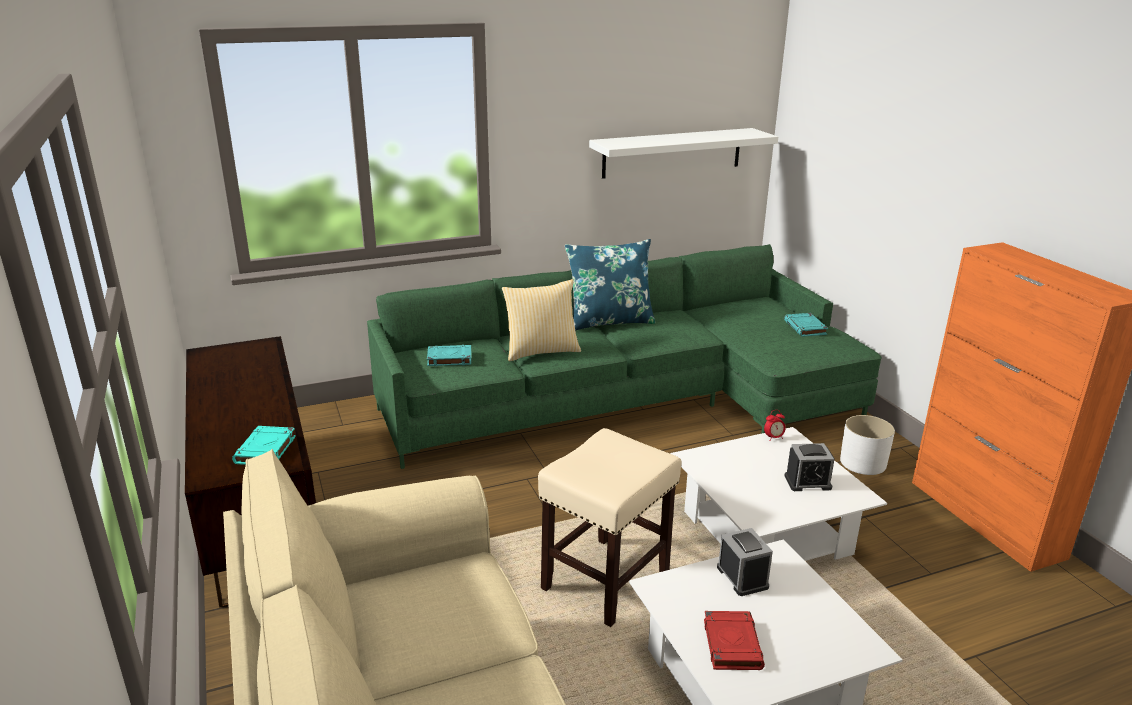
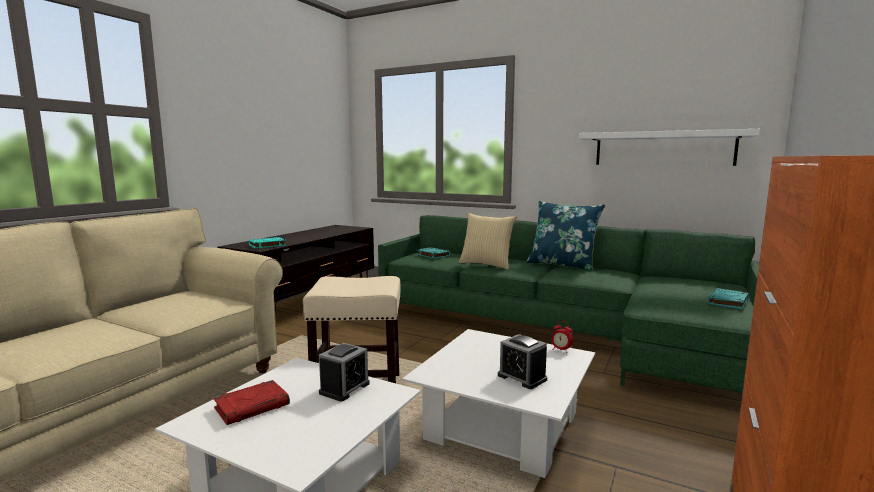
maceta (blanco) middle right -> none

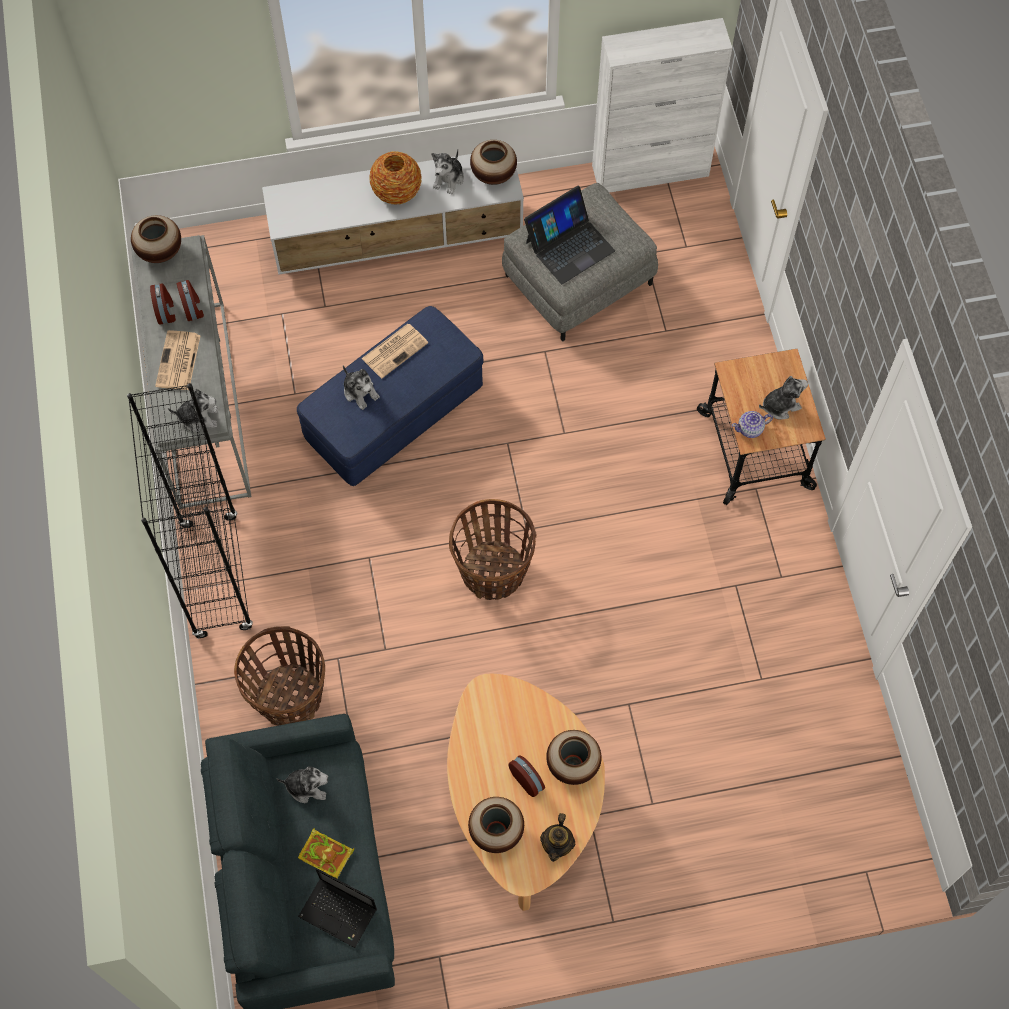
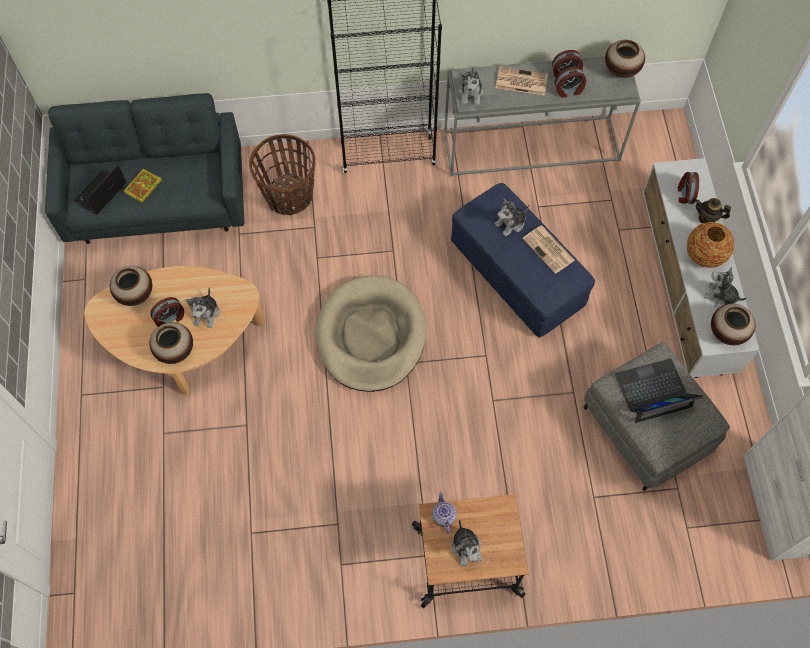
peluche (2nd from left in the first image) bottom left -> peluche (1st from left) middle left, moved
cesta (2nd from left) centre -> cama para perro (beis) centre
portátil (2nd from left) top centre -> portátil (2nd from left) middle right, 105 degrees clockwise
none -> despertador (4th from left) top right
tetera (1st from left in the first image) bottom centre -> tetera (2nd from left) top right, moved

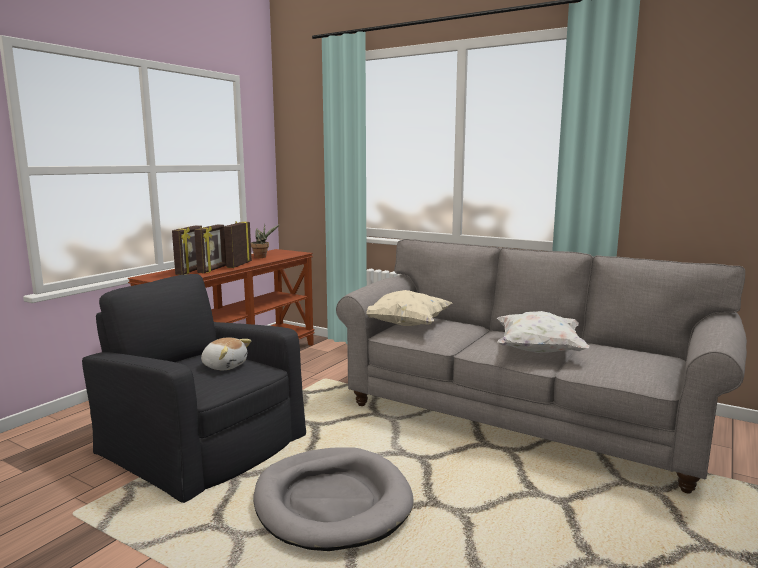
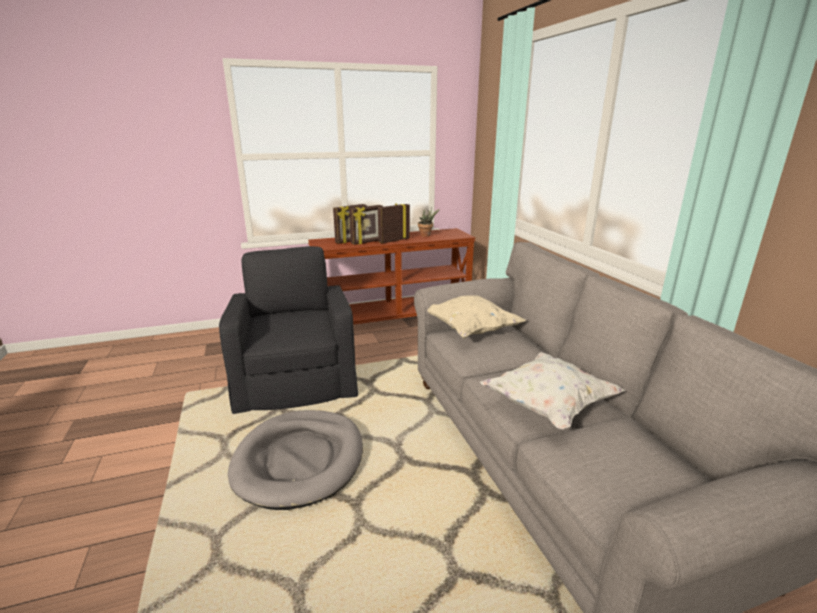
peluche middle left -> none

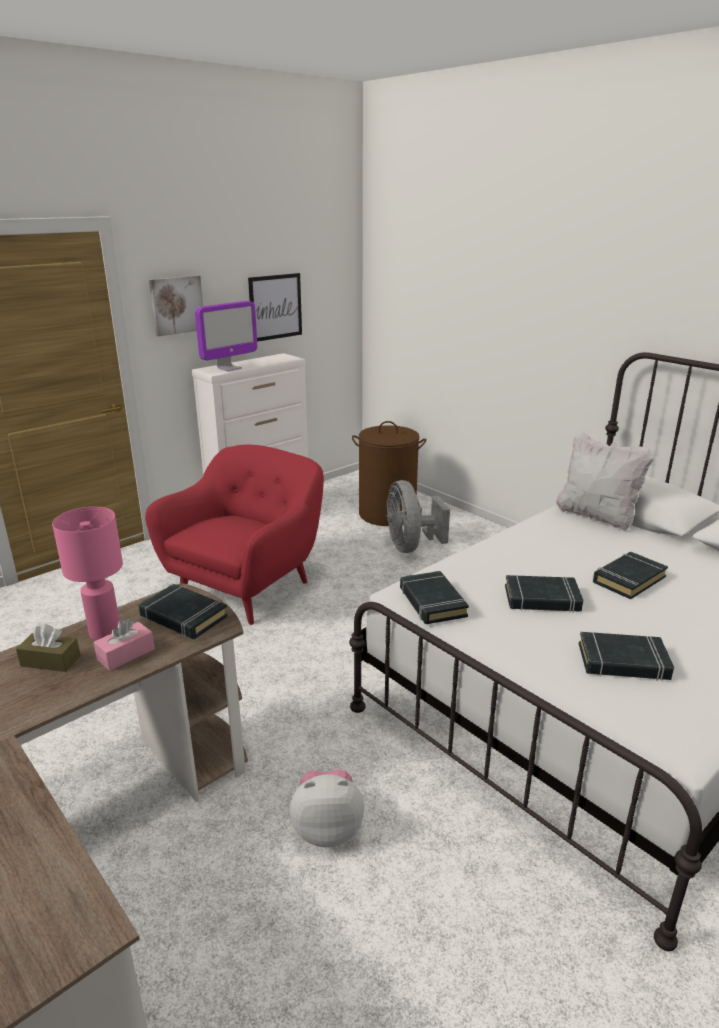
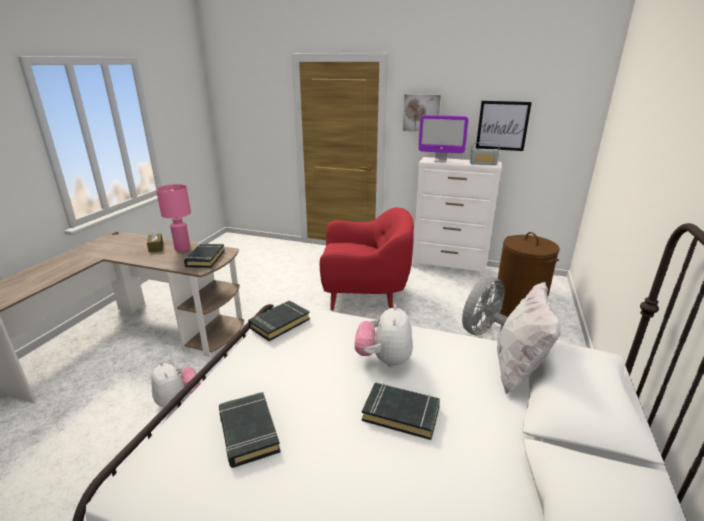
none -> peluche (2nd from left) centre
none -> radio top right
caja de pañuelos (rosa) middle left -> none
libro (negro) (3rd from left) middle right -> none

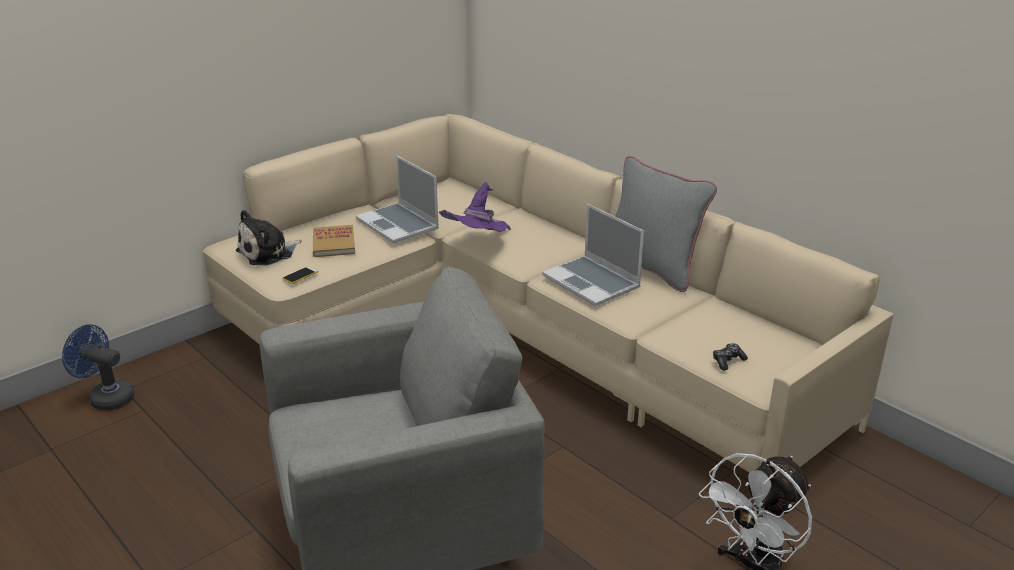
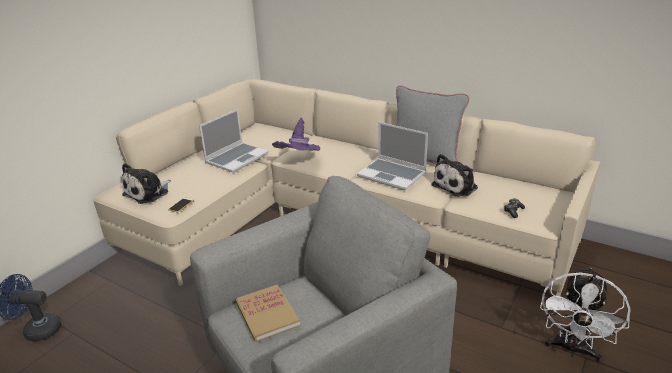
portátil (1st from left) centre, 90 degrees counterclockwise
libro middle left -> libro bottom centre, moved
none -> peluche (2nd from left) middle right

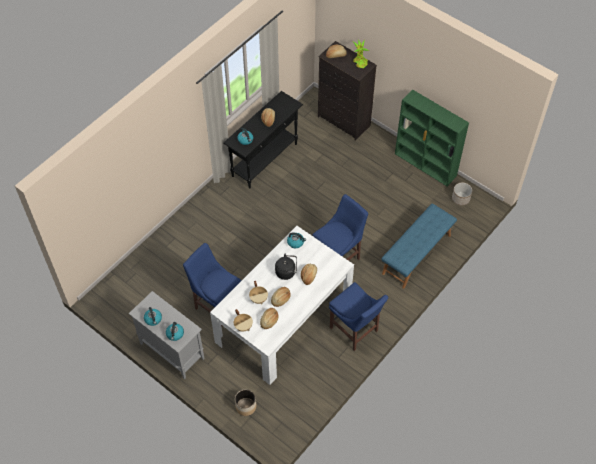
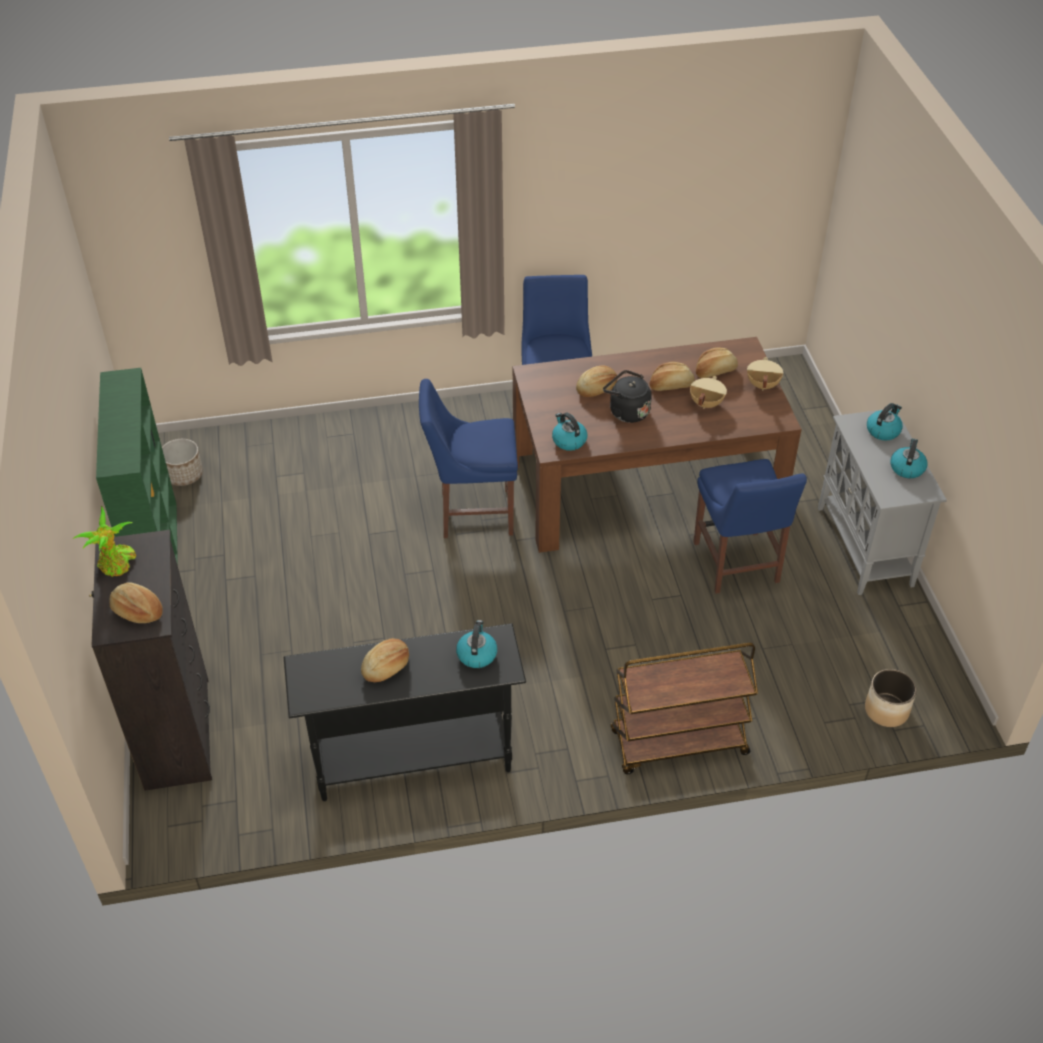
mesa de comedor (blanco) centre -> mesa de comedor (marrón) centre
none -> carrito (marrón) bottom centre
maceta (1st from left in the first image) bottom centre -> maceta (2nd from left) bottom right, moved
banco (azul) middle right -> none

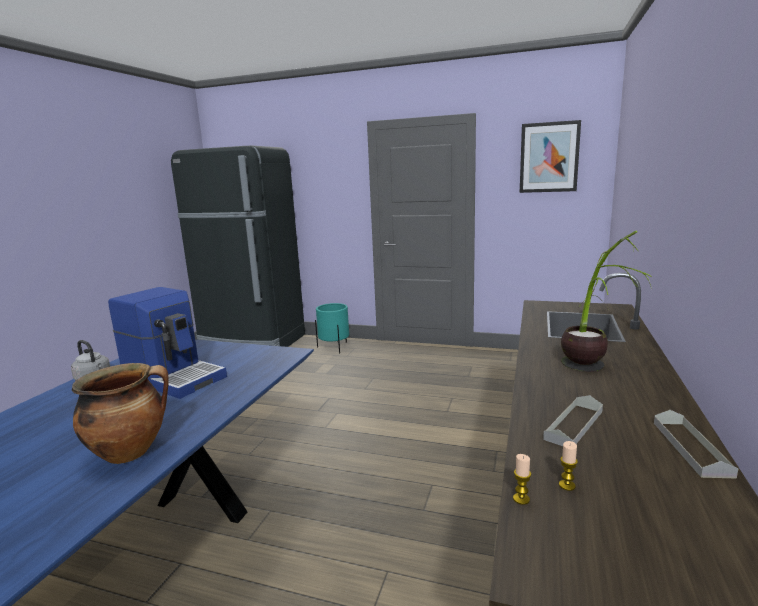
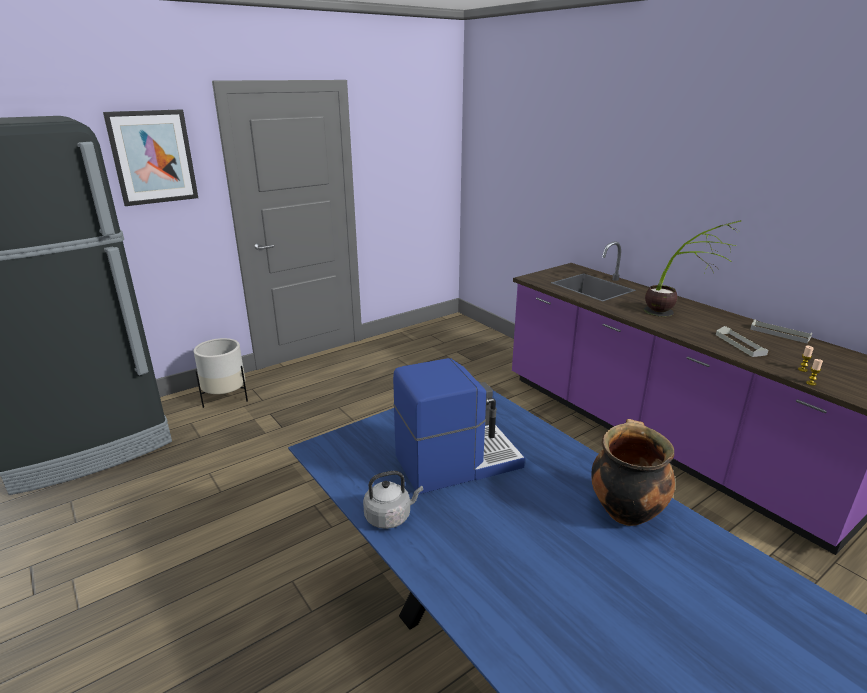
cuadro top right -> cuadro top left, moved
maceta (turquesa) centre -> maceta (blanco) middle left

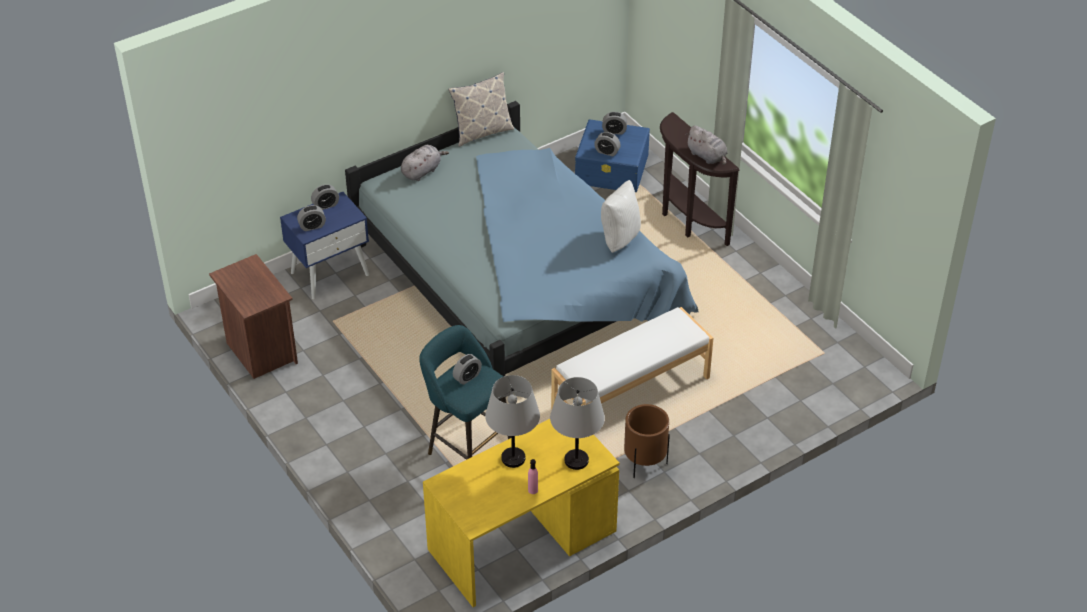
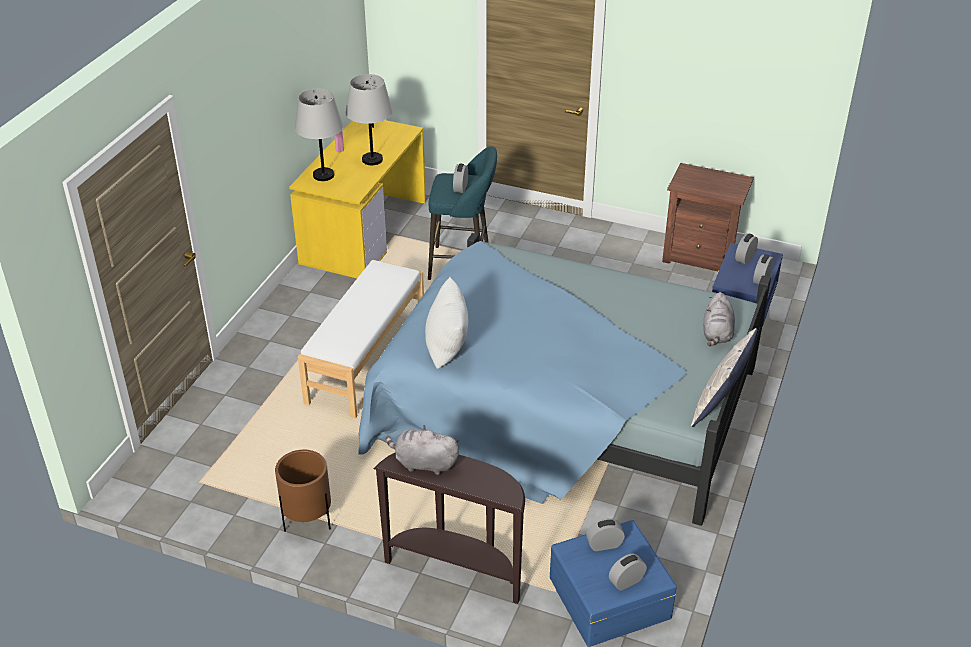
maceta (marrón) bottom centre -> maceta (marrón) bottom left, moved

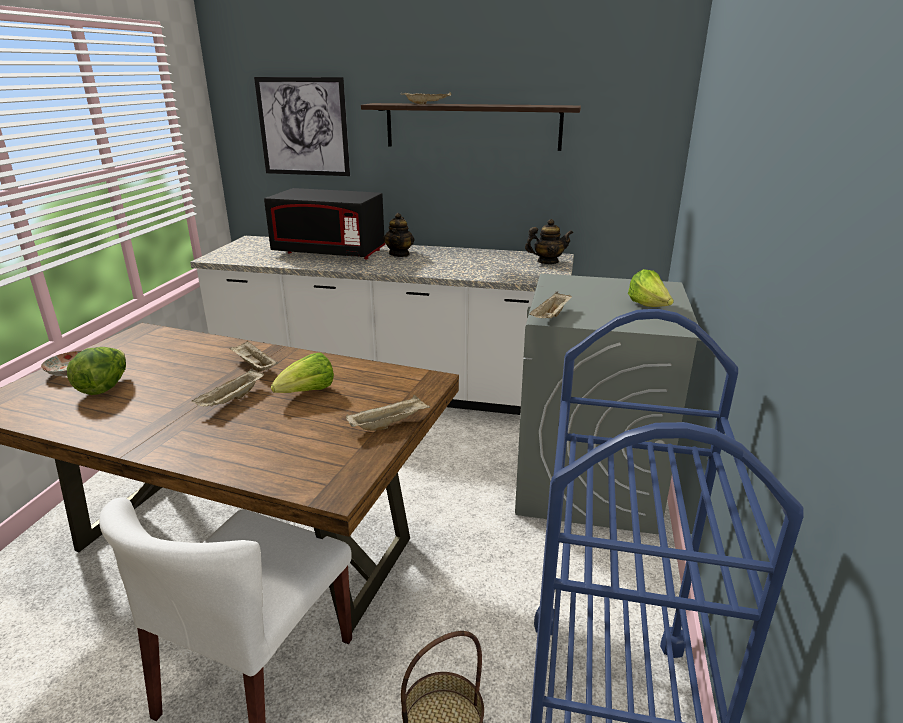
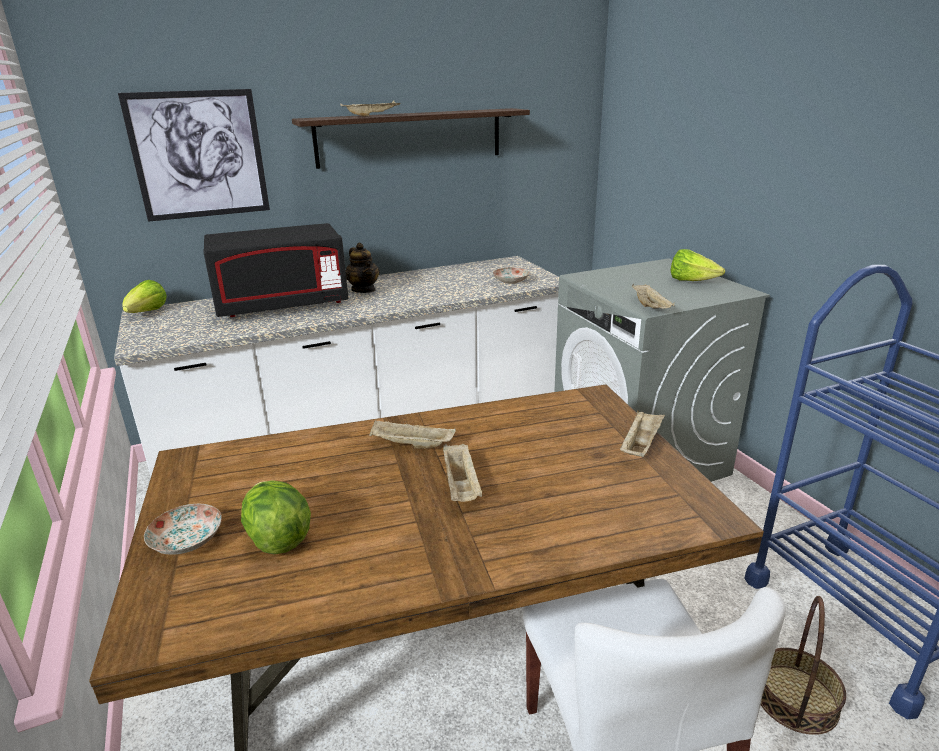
lechuga (2nd from left in the first image) centre -> lechuga (1st from left) middle left, moved
none -> plato (2nd from left) centre
tetera (2nd from left) centre -> none

